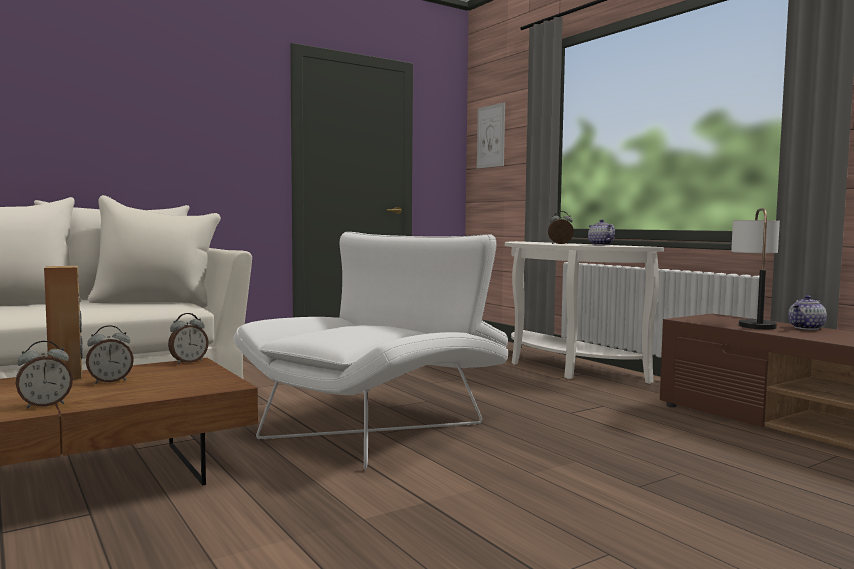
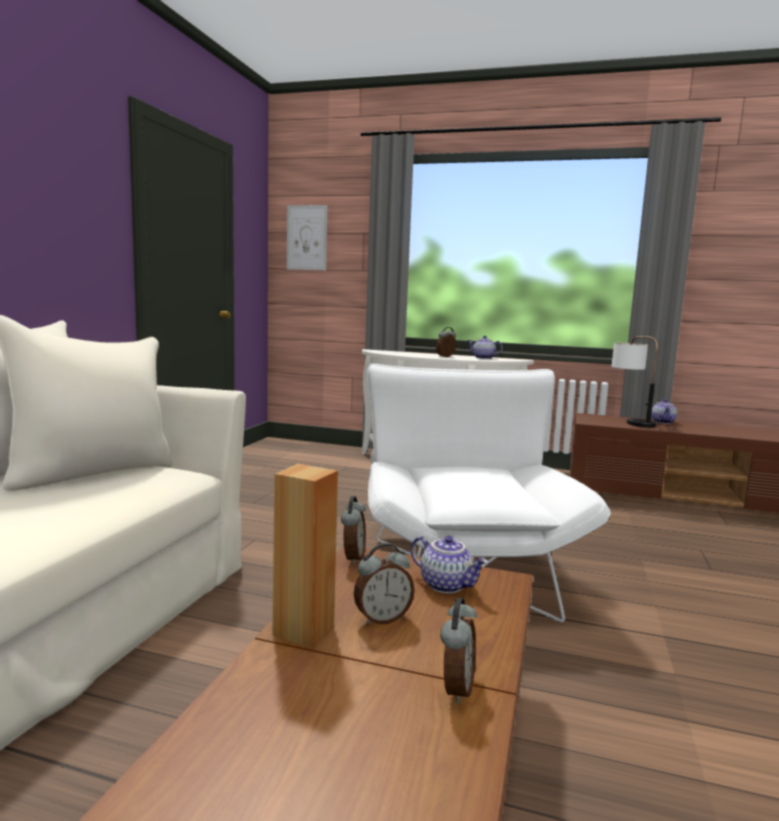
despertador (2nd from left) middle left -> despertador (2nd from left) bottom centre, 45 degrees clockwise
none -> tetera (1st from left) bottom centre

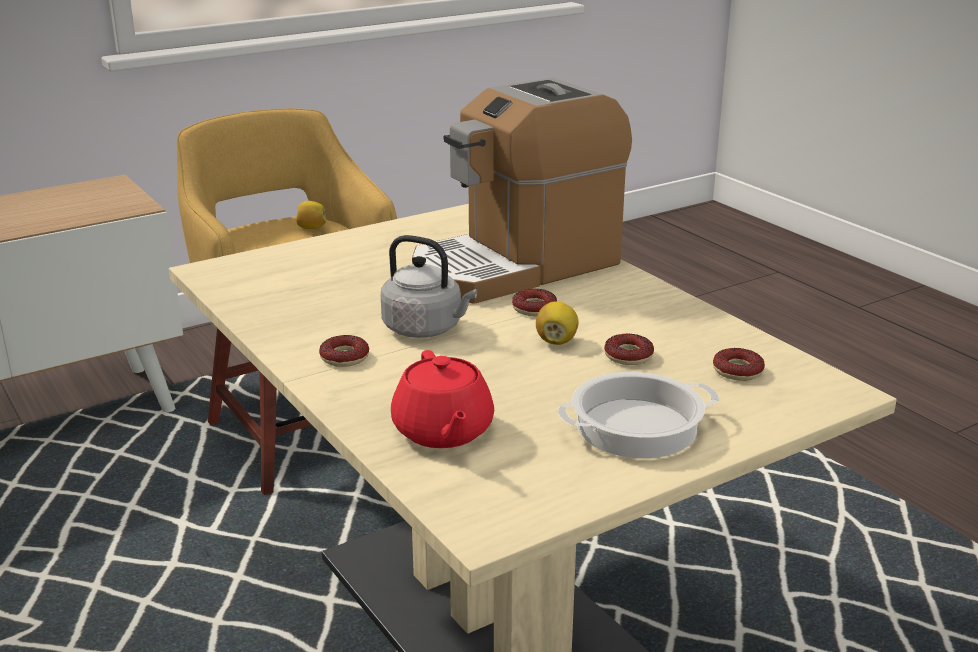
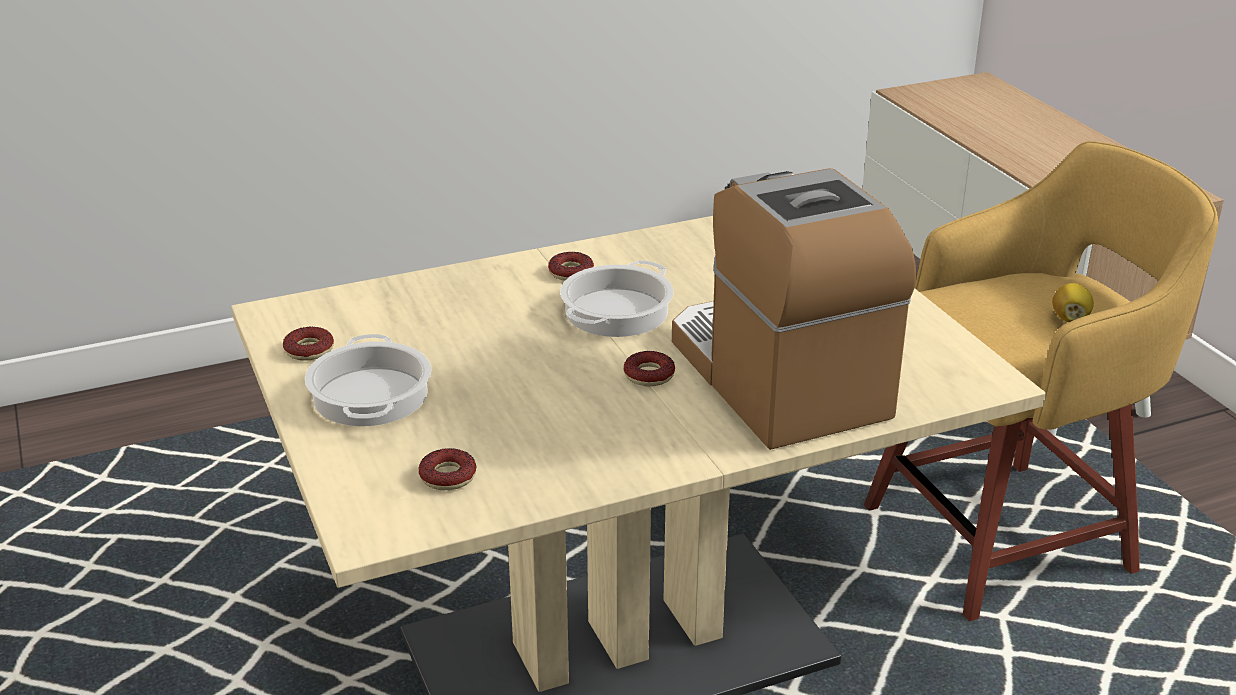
rosquilla (3rd from left in the first image) centre -> rosquilla (1st from left) middle left, moved
hervidor (gris) centre -> olla (2nd from left) centre
tetera (rojo) centre -> none
limón (2nd from left) centre -> none

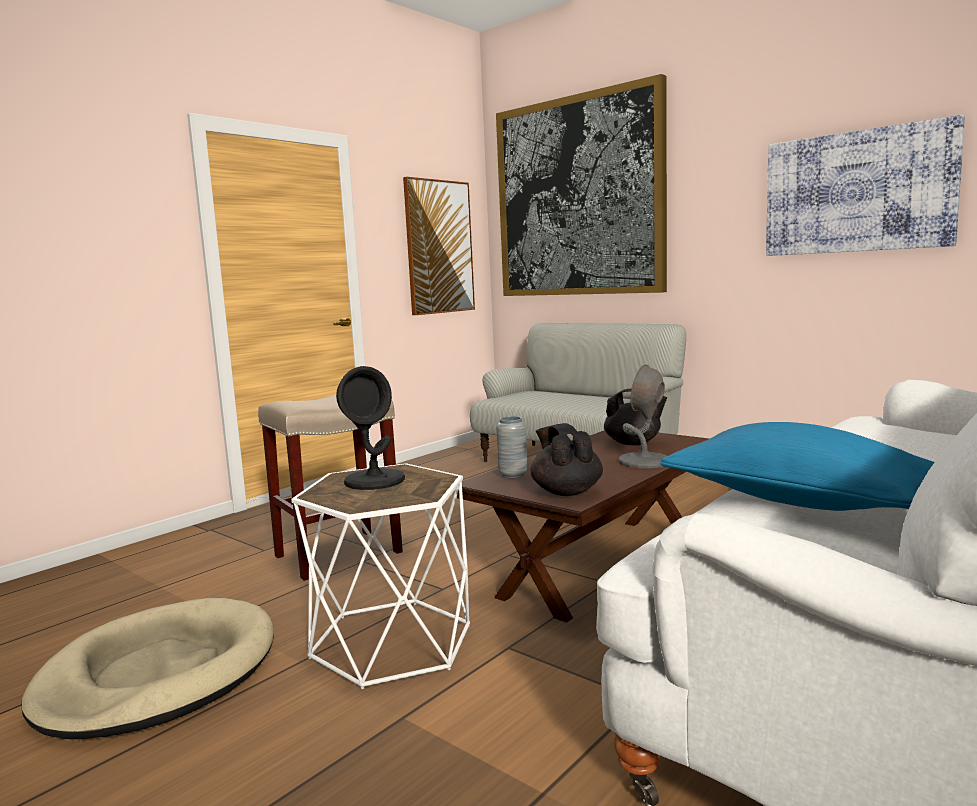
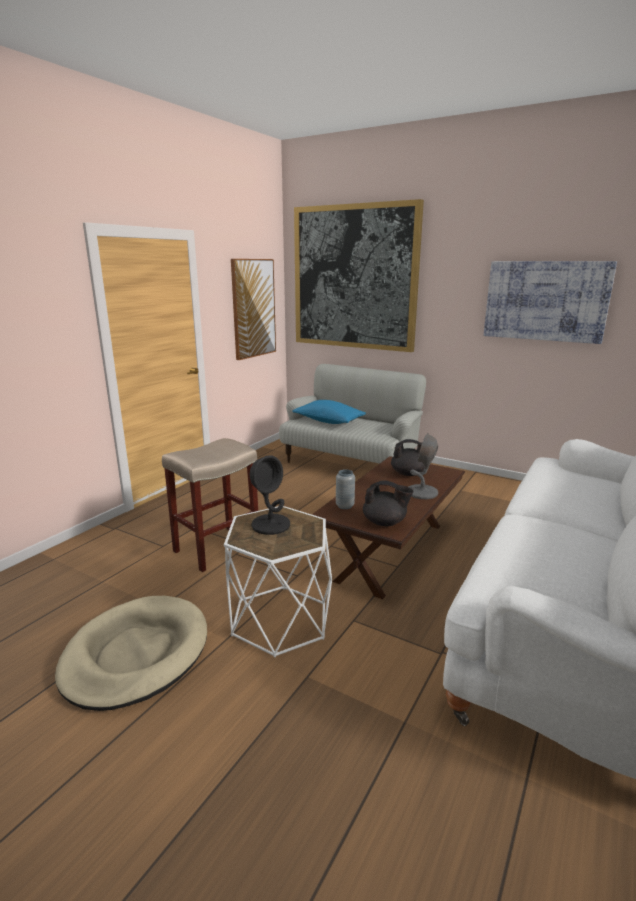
cojín (azul) middle right -> cojín (azul) centre, moved
tetera (negro) (1st from left) centre, 135 degrees clockwise

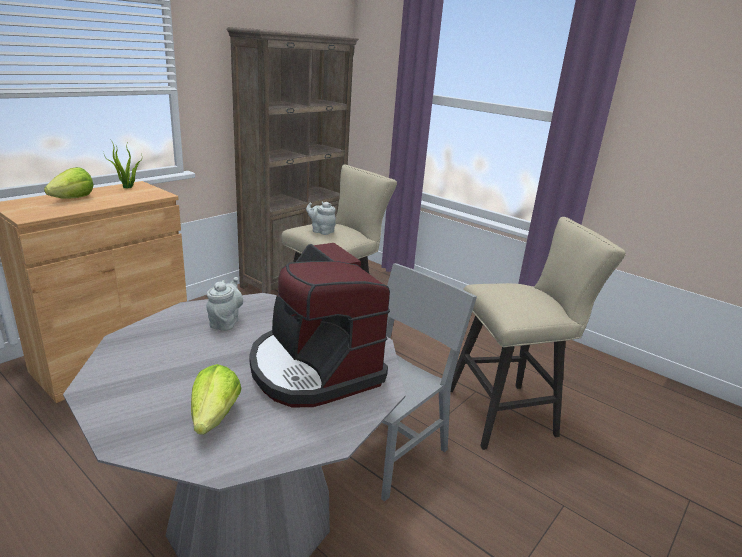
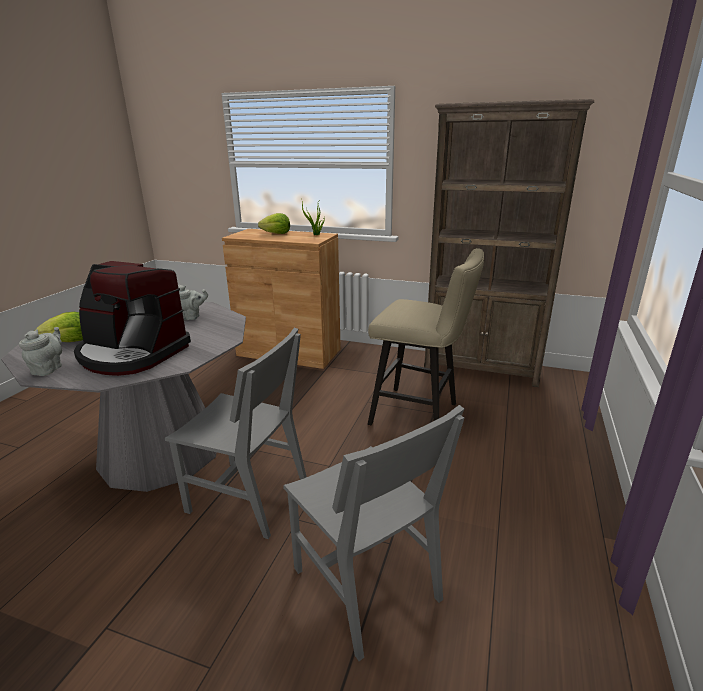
tetera (gris) (2nd from left in the first image) centre -> tetera (gris) (1st from left) middle left, moved
cafetera centre -> cafetera middle left, 105 degrees counterclockwise
taburete (beis) (2nd from left) middle right -> silla (gris) (2nd from left) bottom centre

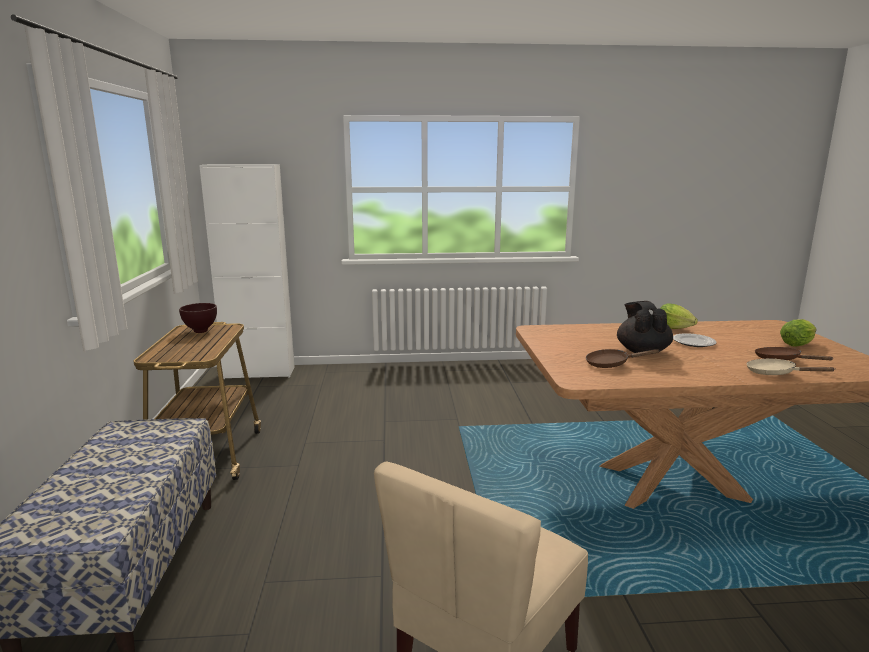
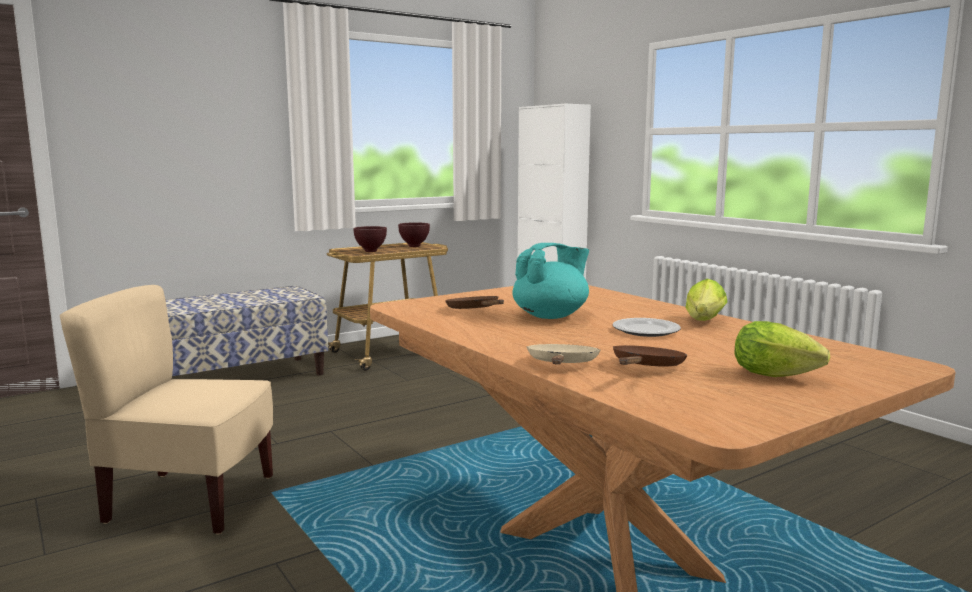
none -> cuenco (marrón) (1st from left) centre
tetera (negro) middle right -> tetera (turquesa) centre

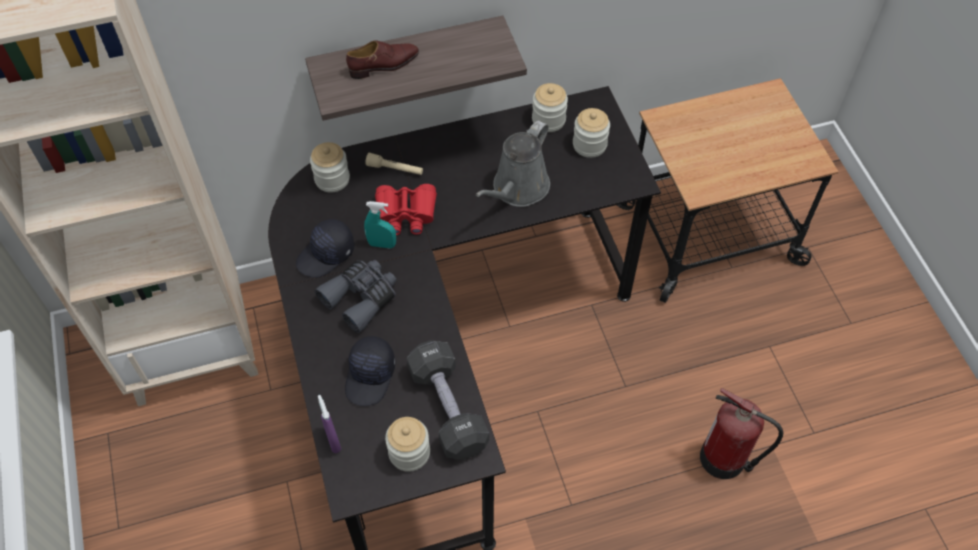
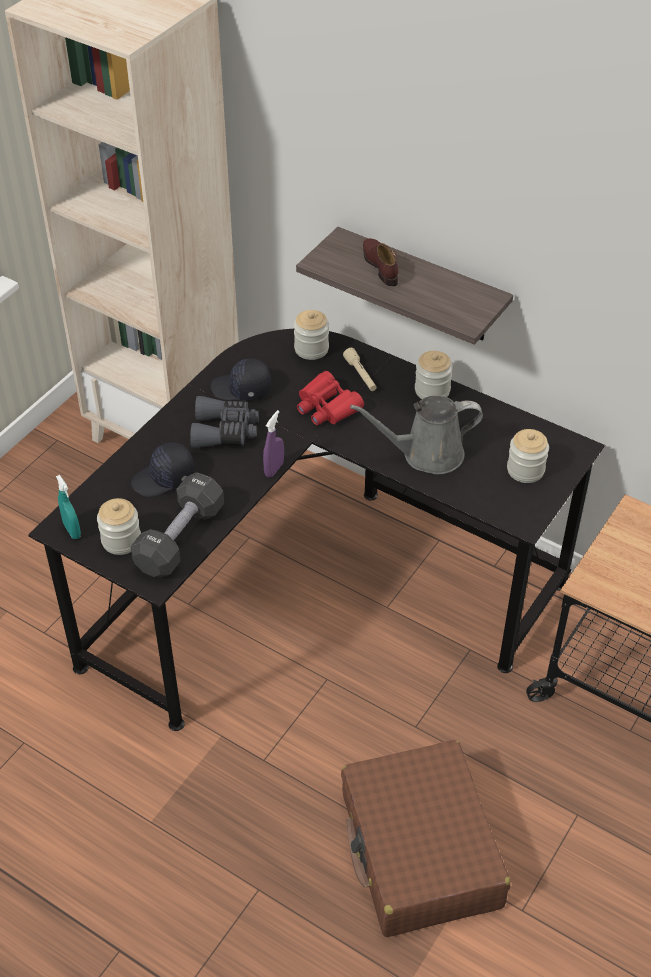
pulverizador (turquesa) centre -> pulverizador (turquesa) middle left, moved
pulverizador (morado) bottom centre -> pulverizador (morado) centre, moved
extintor bottom right -> maleta (marrón) bottom centre
zapato (marrón) top centre, 135 degrees counterclockwise
tarro (3rd from left) top centre -> tarro (3rd from left) middle right, moved

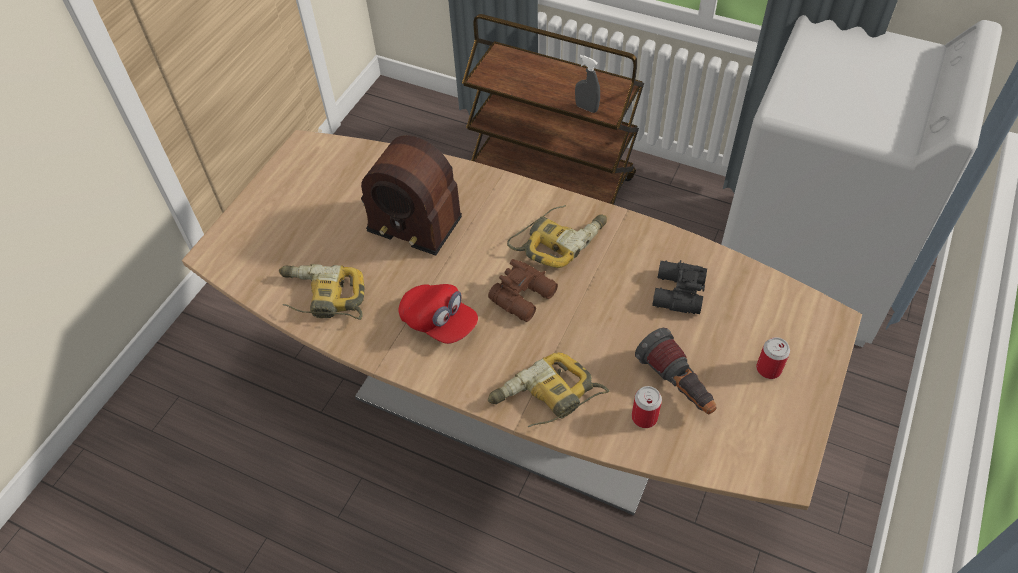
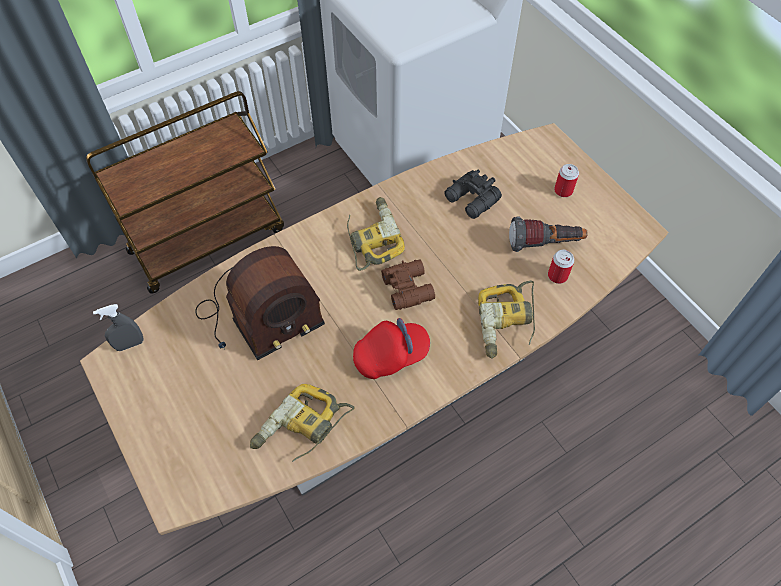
pulverizador (gris) top centre -> pulverizador (gris) middle left, moved

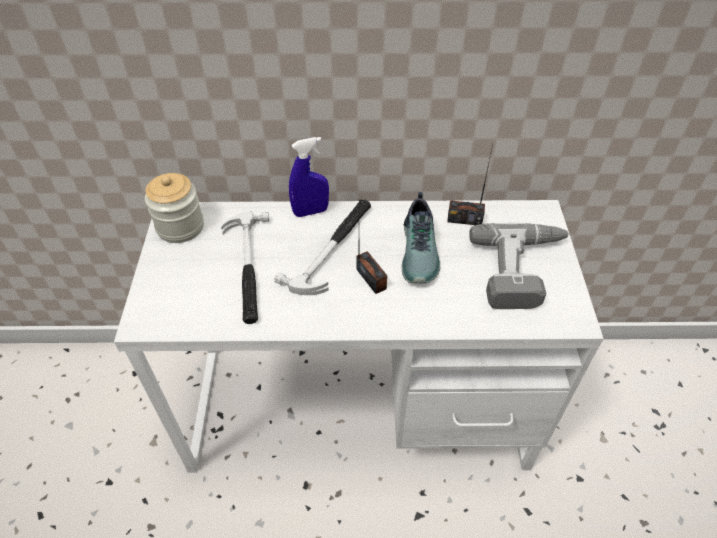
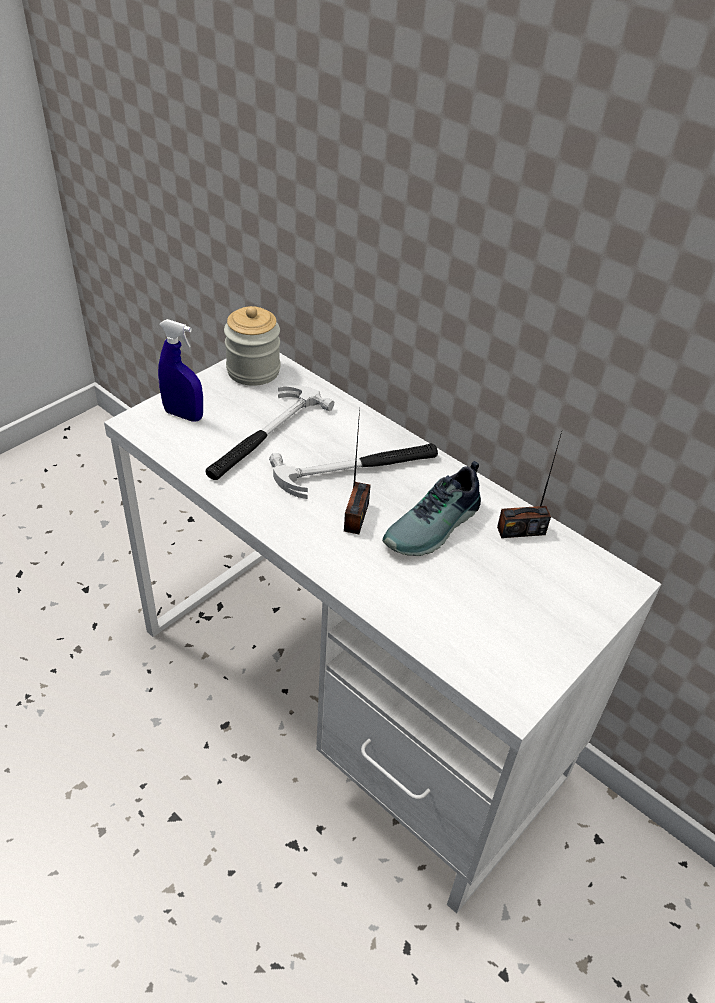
pulverizador (azul) top centre -> pulverizador (azul) middle left, moved
radio (2nd from left) centre -> radio (2nd from left) middle right, 60 degrees counterclockwise
taladro middle right -> none

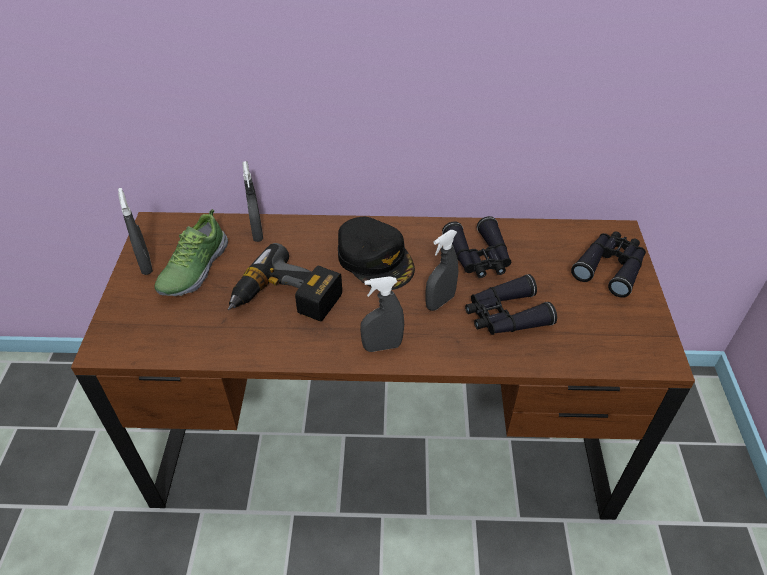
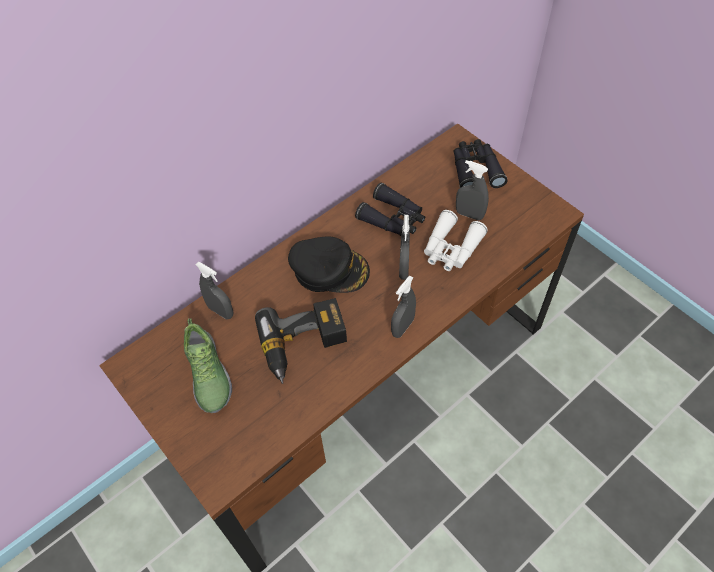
prismáticos (negro) (2nd from left) centre -> prismáticos (blanco) centre
pulverizador (gris) (1st from left in the first image) middle left -> pulverizador (gris) (4th from left) top centre, moved

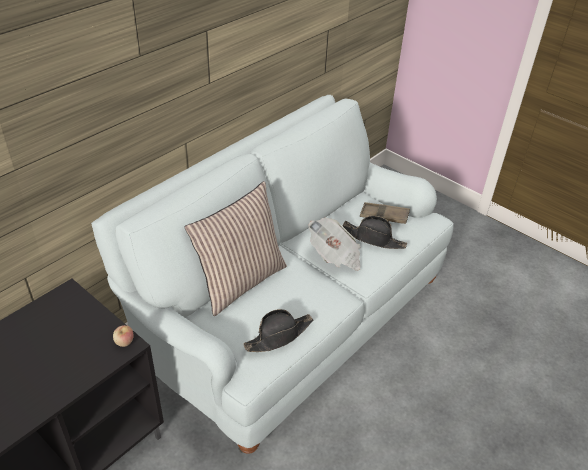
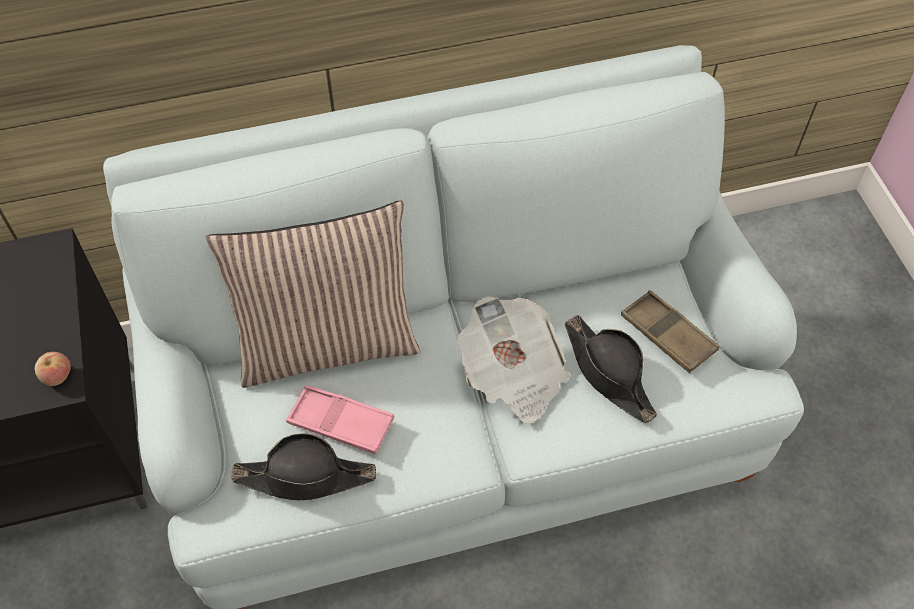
none -> bandeja (rosa) bottom centre

